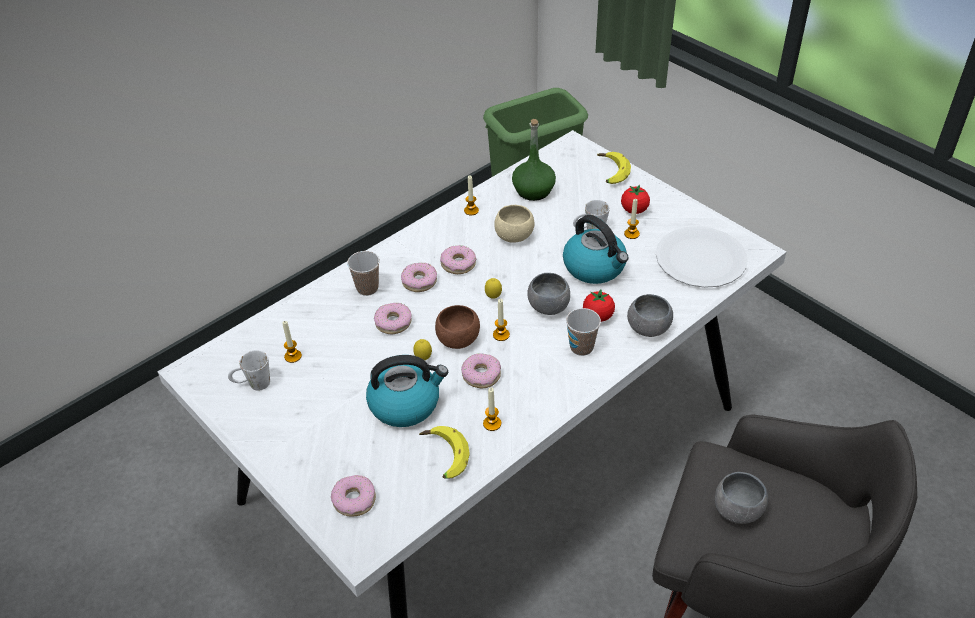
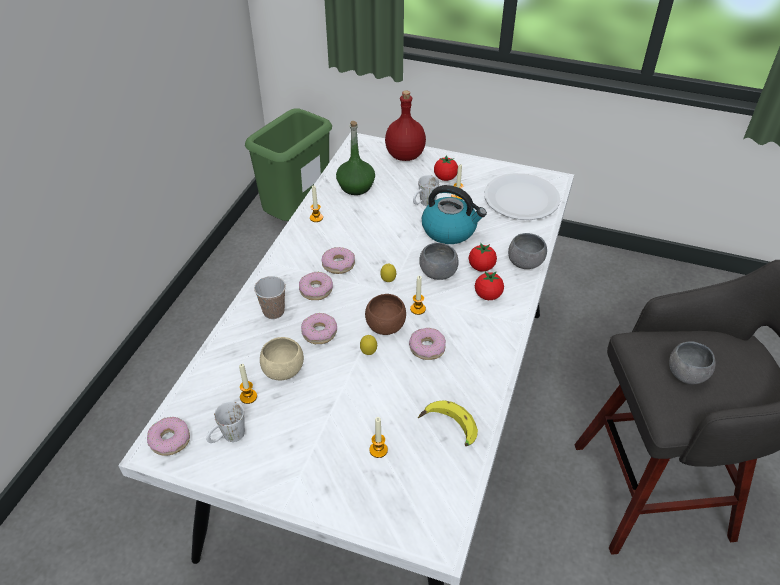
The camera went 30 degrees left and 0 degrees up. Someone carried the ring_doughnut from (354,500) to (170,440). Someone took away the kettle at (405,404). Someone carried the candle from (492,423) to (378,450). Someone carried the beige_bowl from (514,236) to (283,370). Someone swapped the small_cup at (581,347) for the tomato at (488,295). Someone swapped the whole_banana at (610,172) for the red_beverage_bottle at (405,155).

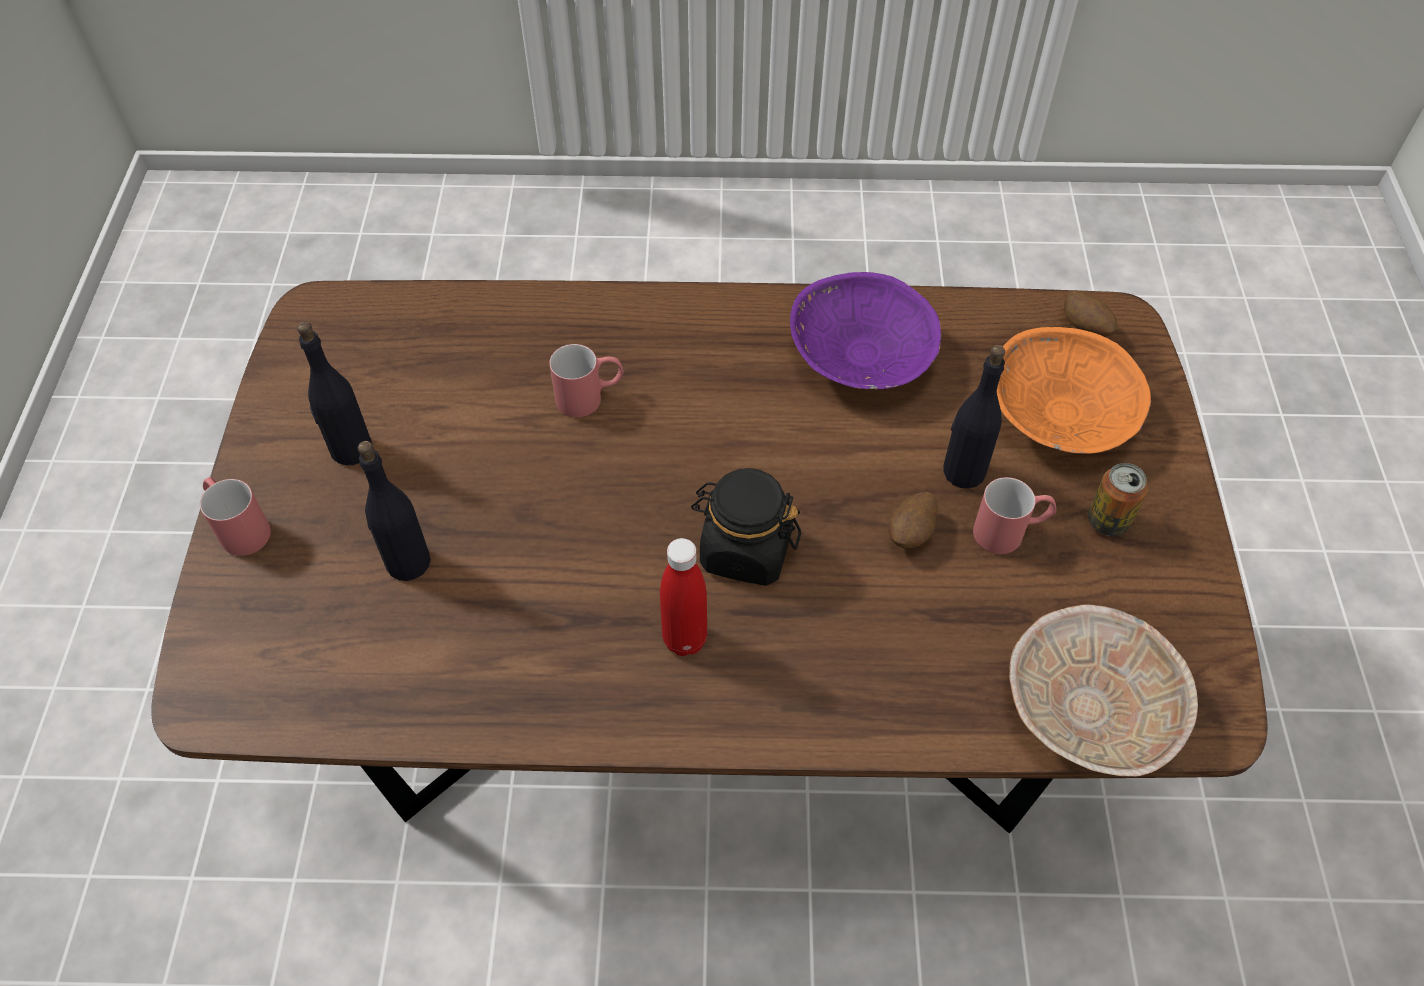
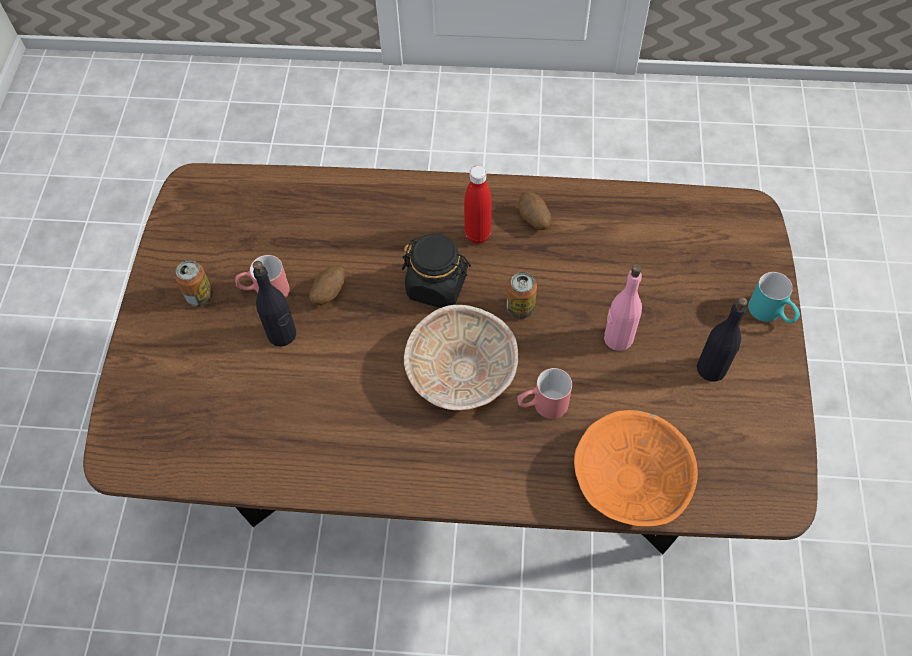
The camera went 175 degrees left and 5 degrees up. Someone repainted the red_mug at (239,527), which became the turquoise_mug at (771,314). Someone took away the black-coloured_beverage_bottle at (407,562). Someone took away the purple_bowl at (861,358). Someone carried the orangey_bowl from (1060,416) to (630,477). Someone carried the beige_bowl from (1089,707) to (461,372). Someone carried the whole_potato from (1085,328) to (533,219). Someone put down the metal_can at (520,308). Someone put down the pink-coloured_beverage_bottle at (617,338).

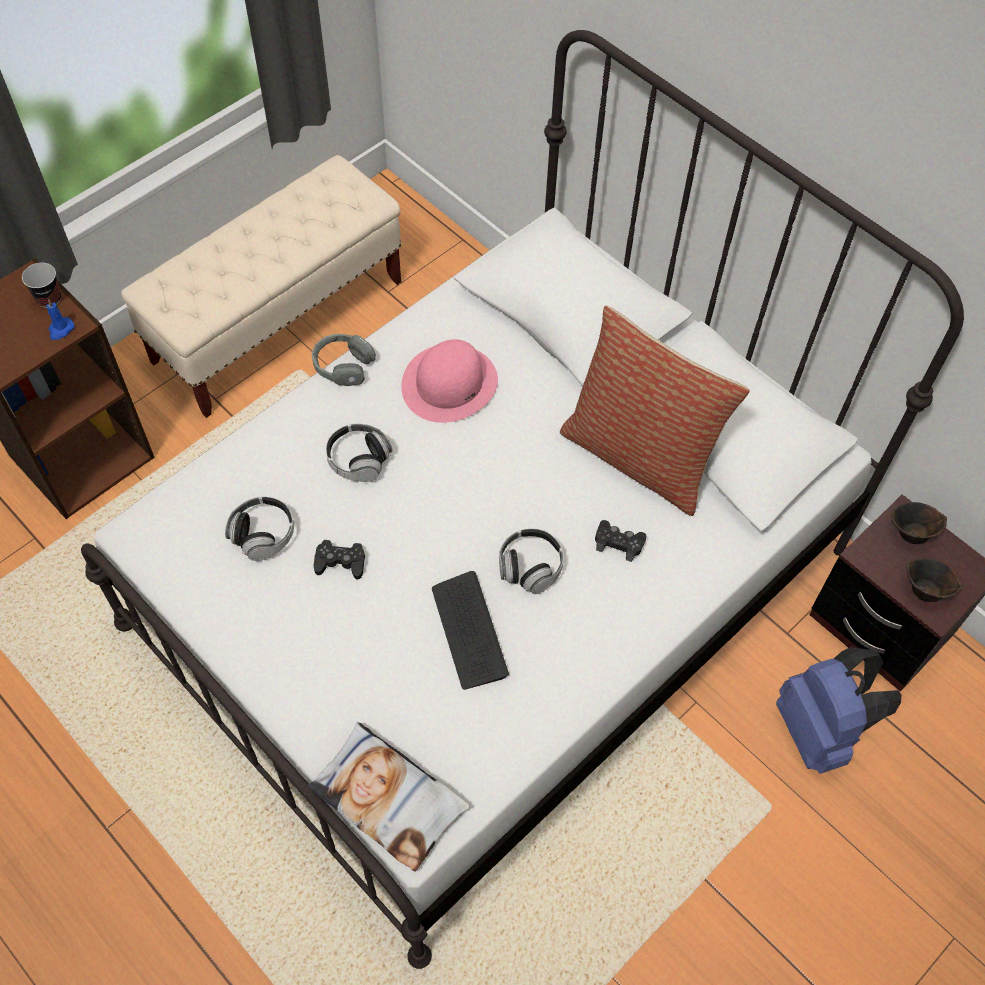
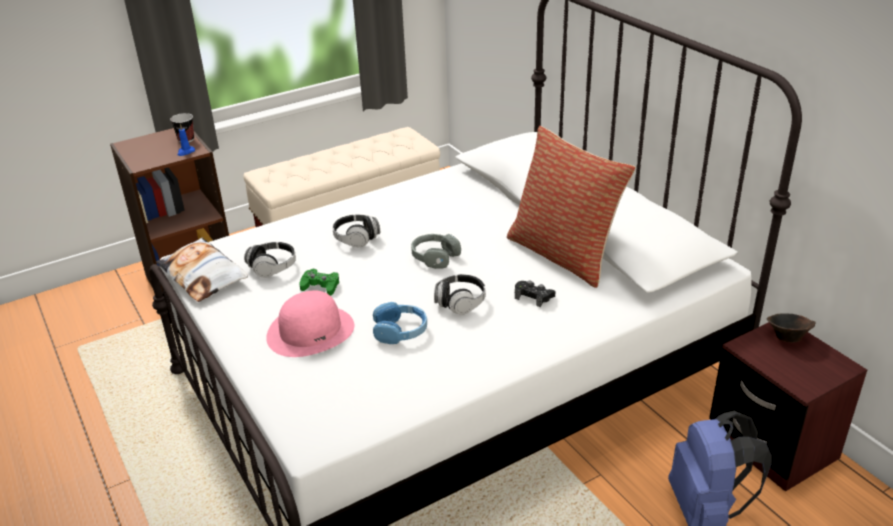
The camera went 15 degrees right and 25 degrees down. Someone carried the cushion from (389,798) to (203,275). Someone carried the gray_pair_of_headphones from (343,366) to (434,257). Someone repainted the black-coloured_joypad at (340,562), which became the green_joypad at (320,286). Someone carried the pink-coloured_hat from (449,383) to (311,331). Someone swapped the computer_keyboard at (469,631) for the blue-coloured_pair_of_headphones at (400,331). Someone took away the brown_bowl at (925,589).

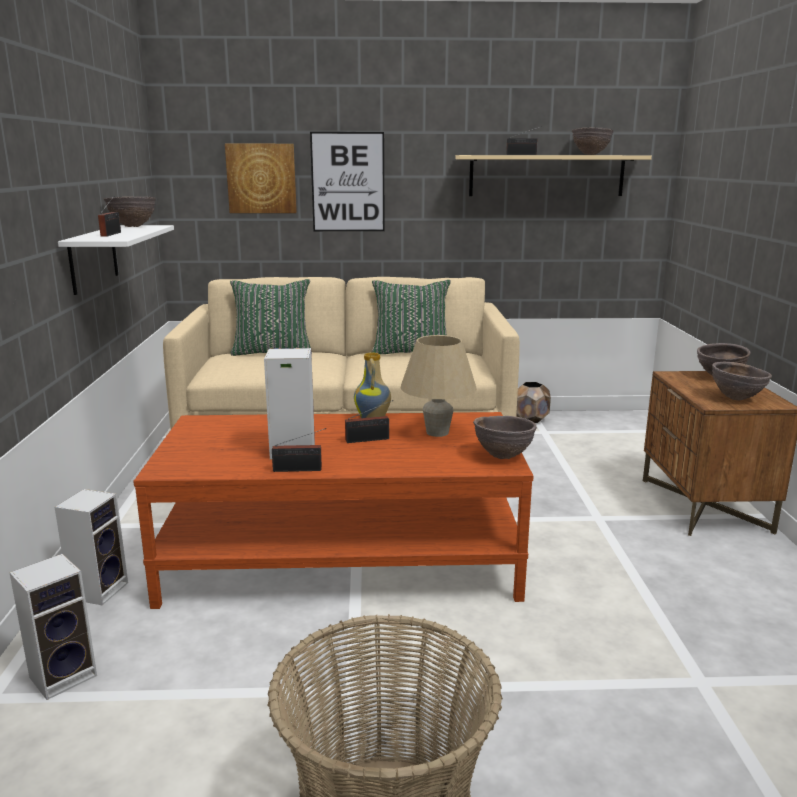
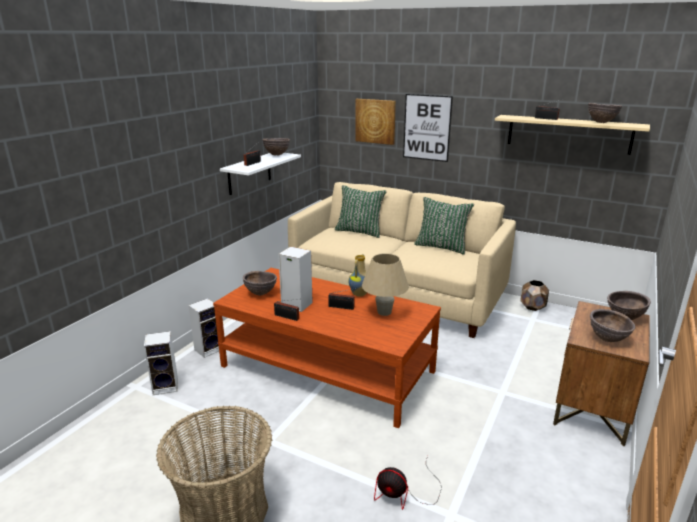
The camera went 30 degrees right and 5 degrees up. Someone carried the brown_bowl from (503,456) to (260,294). Someone put down the fan at (405,493).

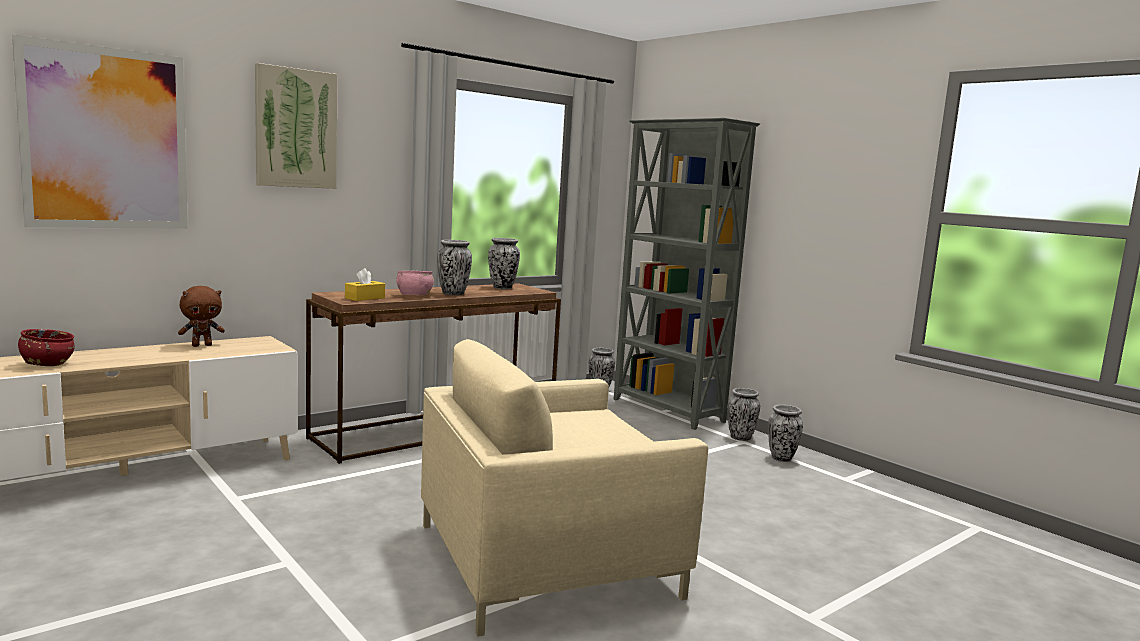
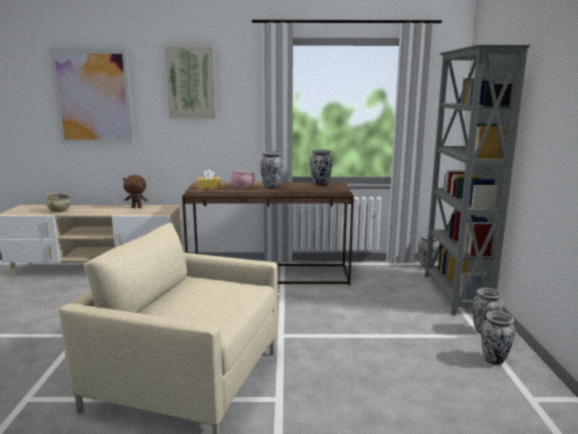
The camera went 40 degrees right and 5 degrees up. Someone repainted the red_bowl at (47,364), which became the beige_bowl at (59,210).

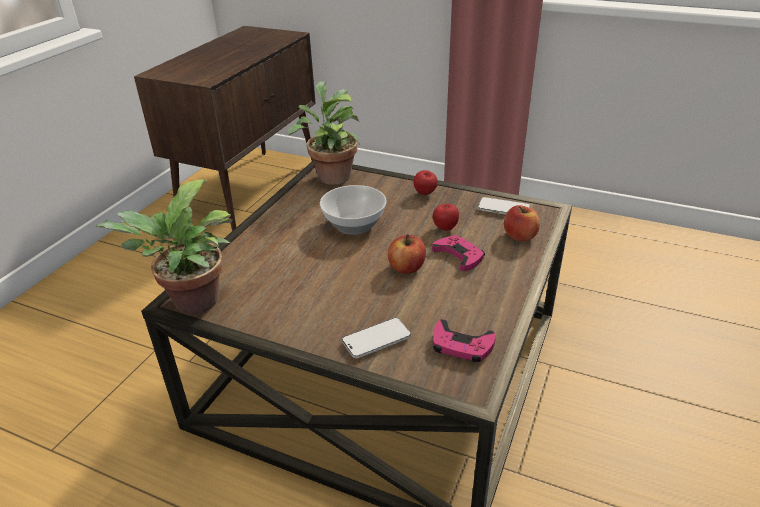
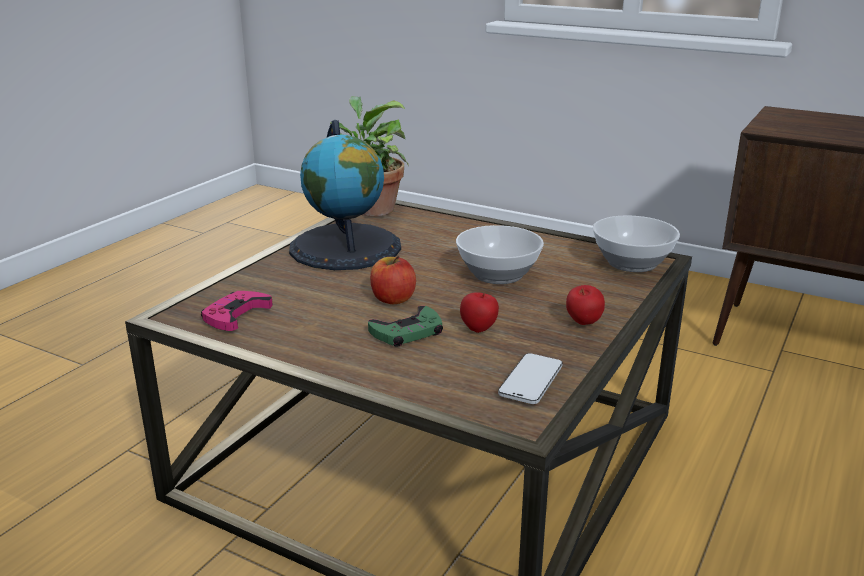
The camera went 95 degrees right and 10 degrees down. Someone swapped the plant_in_a_pot at (331,175) for the bowl at (633,263). Someone took away the handset at (376,339). Someone repainted the pink-coloured_joypad at (459,256), which became the green_joypad at (408,332). Someone took away the apple at (520,236). Someone put down the globe at (346,247).

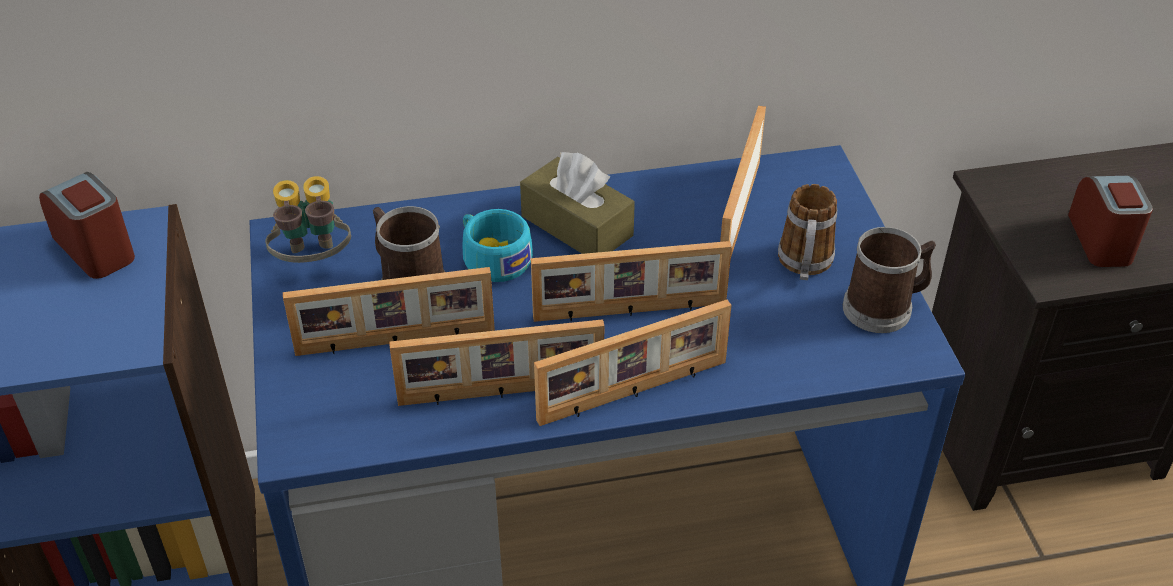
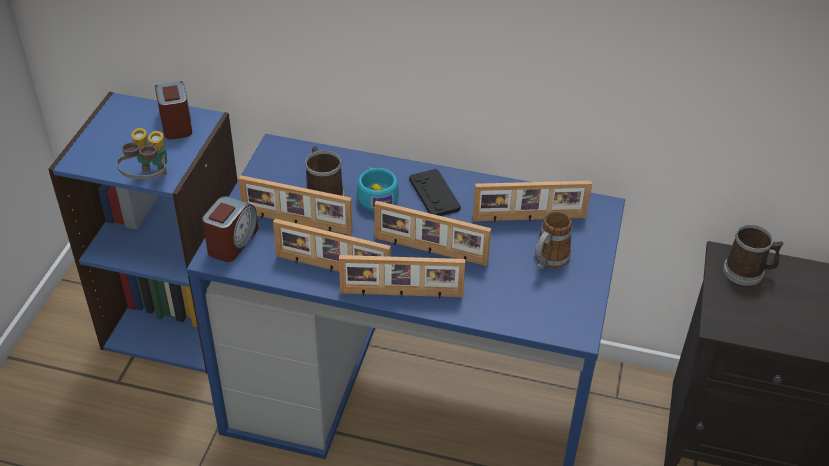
The camera went 25 degrees right and 0 degrees up. Someone carried the field_glasses from (313,262) to (149,180). Someone swapped the brown_box_of_tissues at (577,226) for the black-coloured_joypad at (434,194). Someone rotated the picture_frame at (736,216) by 135 degrees counterclockwise. Someone carried the mug from (884,307) to (748,272). Someone carried the bedside_clock from (1101,240) to (232,242).

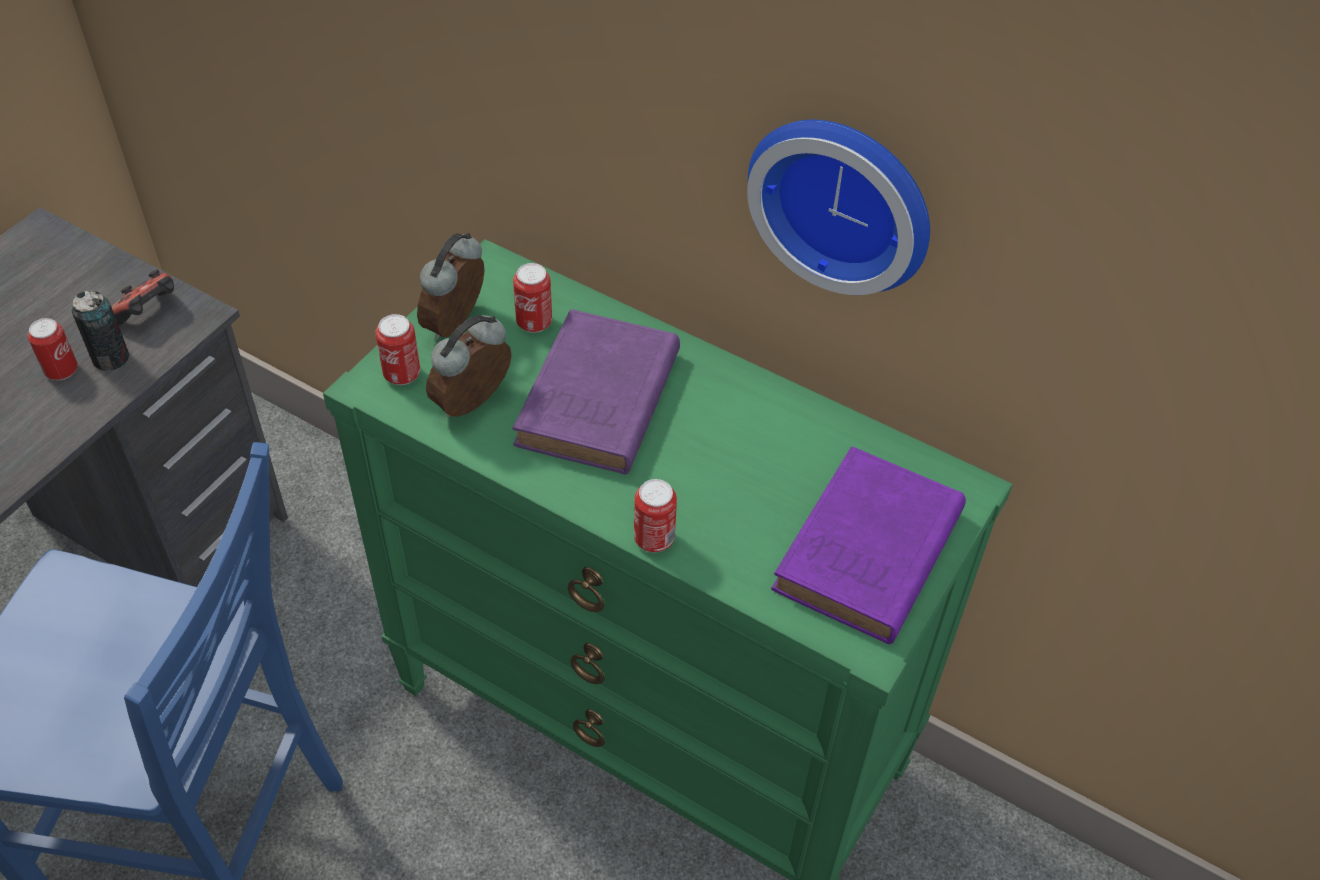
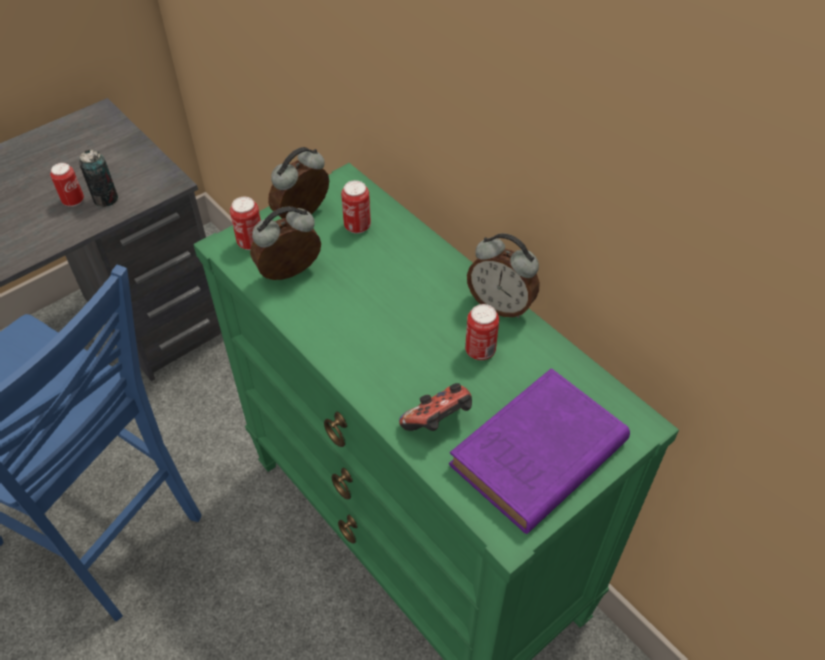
The camera went 20 degrees right and 0 degrees up. Someone carried the joypad from (149,313) to (438,422). Someone took away the purple_bound_book at (596,403). Someone carried the metal_can from (654,539) to (480,351). Someone took away the clock_on_the_wall at (845,198). Someone put down the bedside_clock at (501,305).

